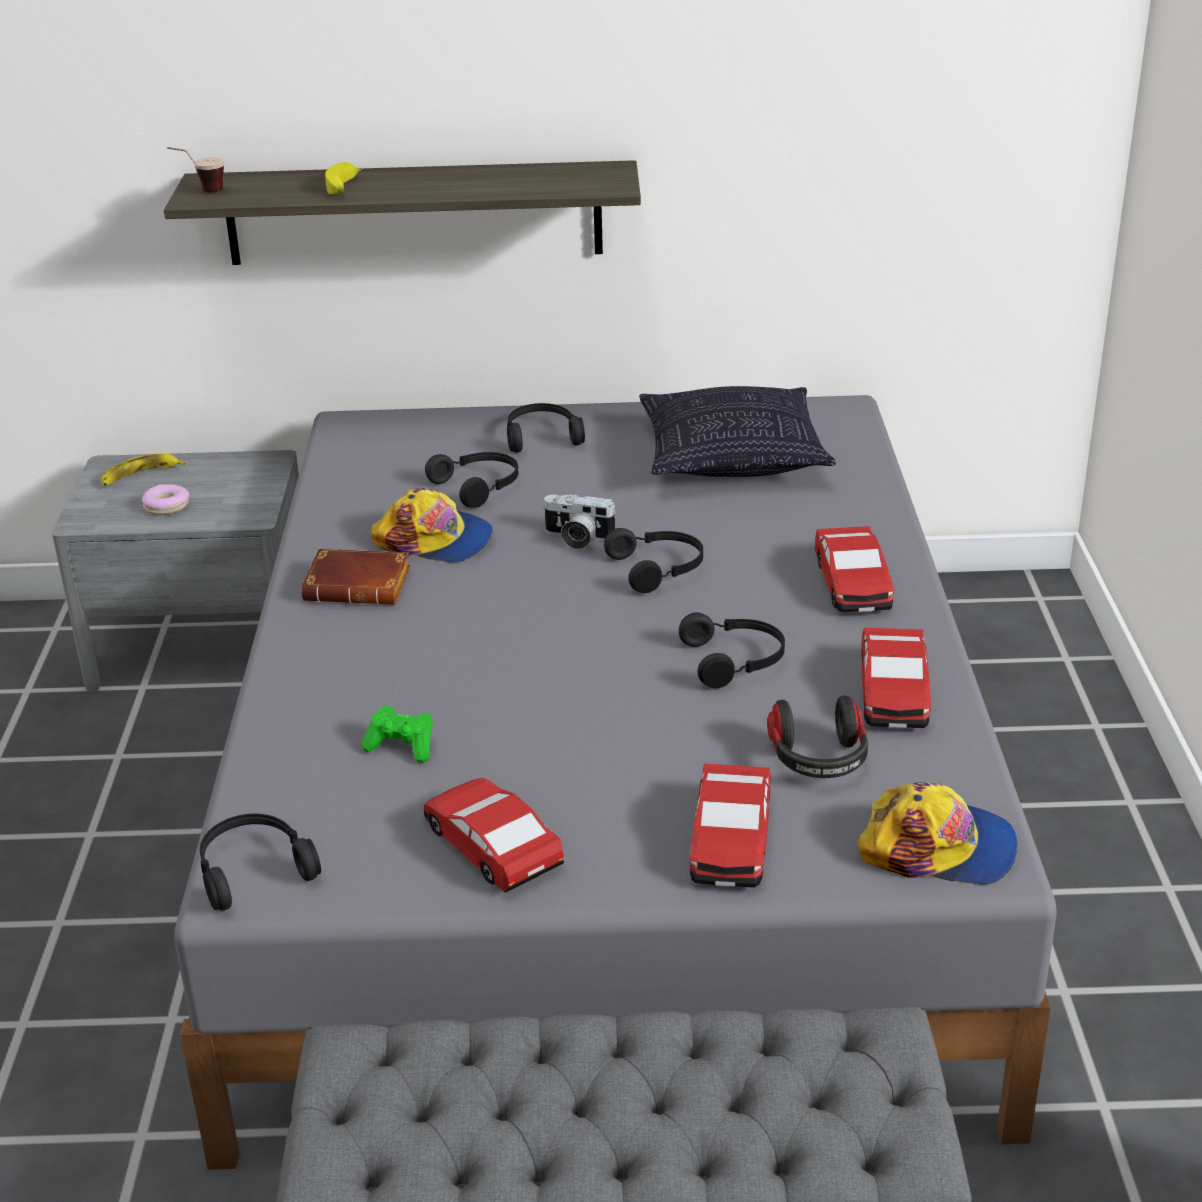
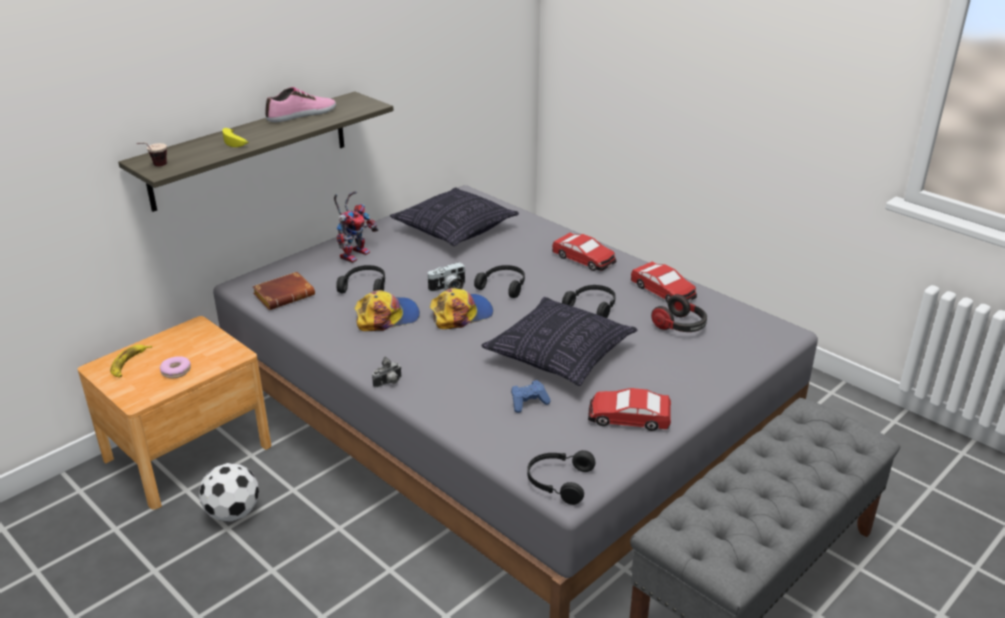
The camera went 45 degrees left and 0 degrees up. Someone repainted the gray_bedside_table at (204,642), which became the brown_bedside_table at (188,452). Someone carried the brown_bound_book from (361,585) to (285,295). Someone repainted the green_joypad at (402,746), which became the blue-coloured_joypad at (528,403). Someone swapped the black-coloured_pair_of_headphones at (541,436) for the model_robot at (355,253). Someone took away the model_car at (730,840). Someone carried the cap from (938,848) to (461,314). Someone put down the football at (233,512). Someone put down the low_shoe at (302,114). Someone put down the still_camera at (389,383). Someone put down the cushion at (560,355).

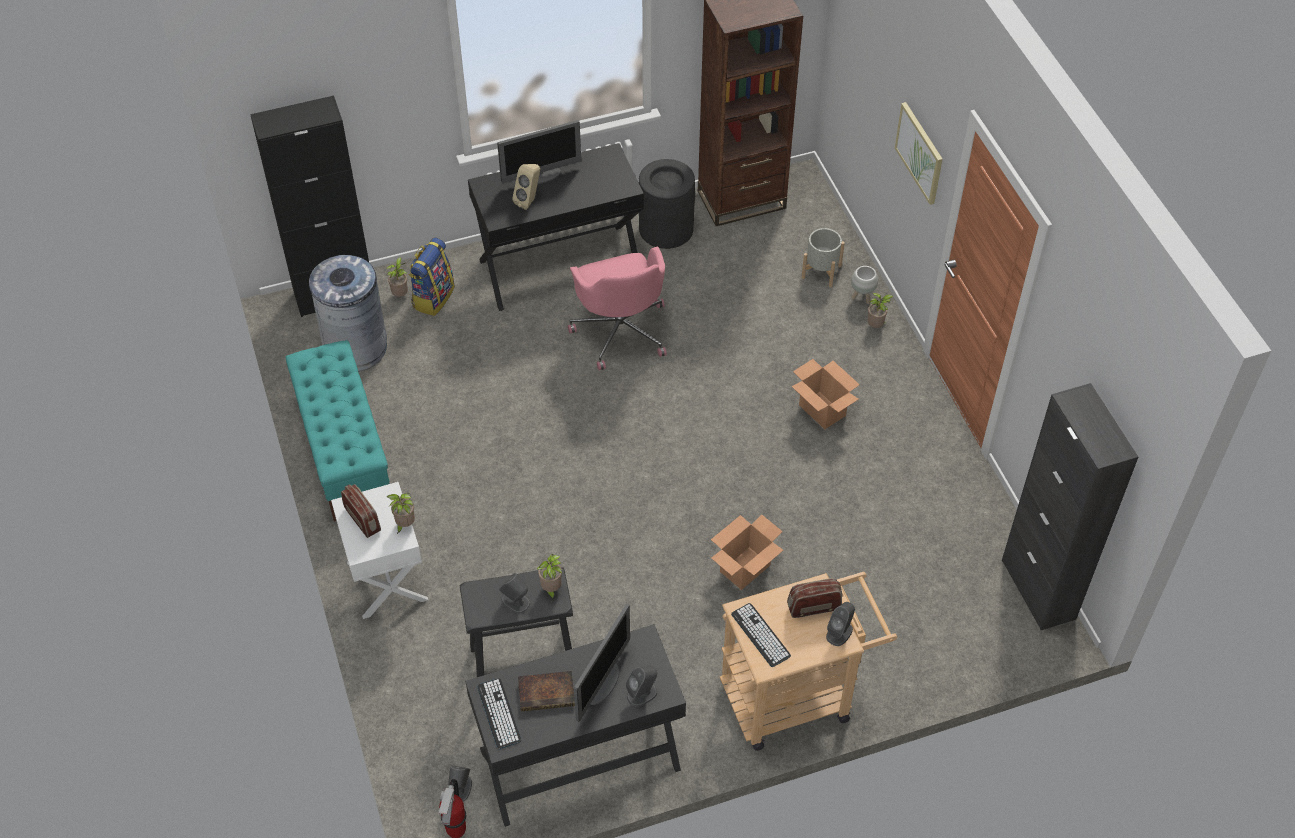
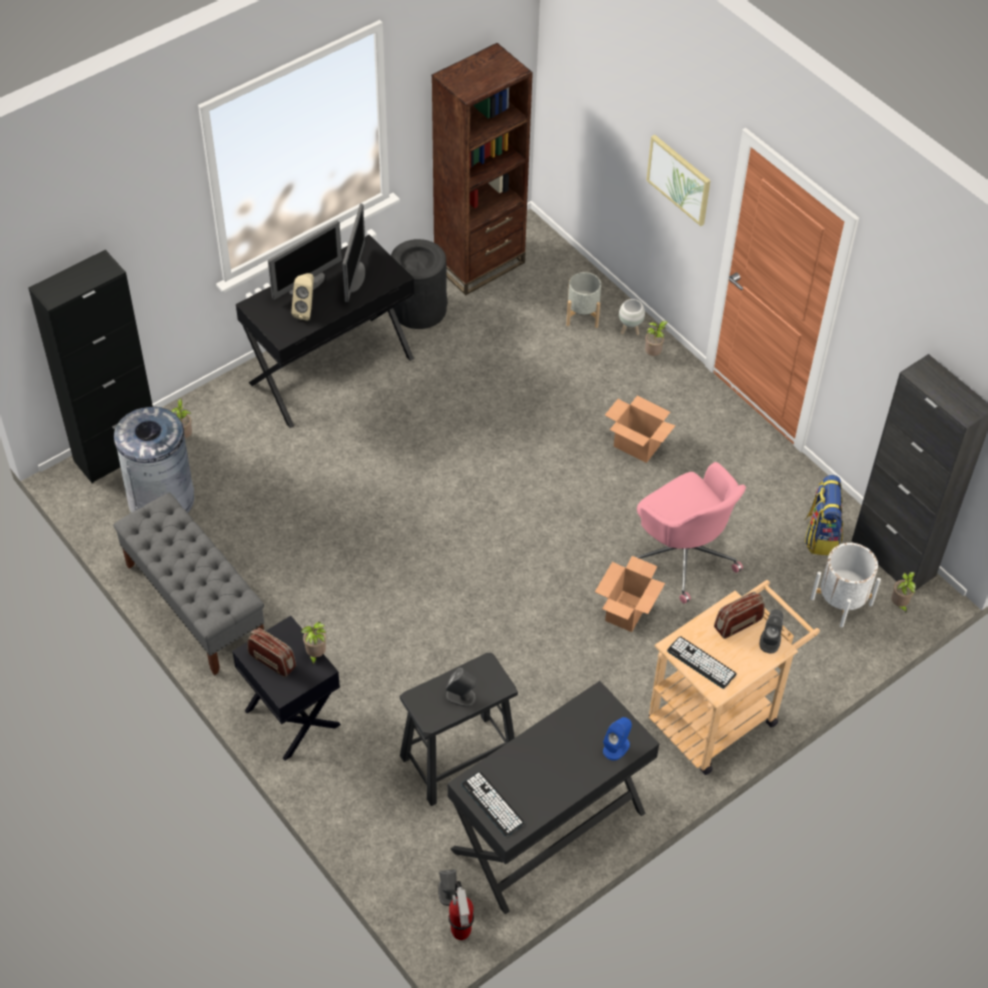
The camera went 20 degrees left and 0 degrees up. Someone repainted the turquoise_long_seat at (344,450), which became the gray_long_seat at (194,604). Someone repainted the white_bedside_table at (386,581), which became the black-coloured_bedside_table at (291,718). Someone carried the knapsack from (433,297) to (821,535). Someone took away the bound_book at (548,692). Someone carried the plant_in_a_pot from (551,589) to (899,605). Someone carried the pink-coloured_office_chair from (621,330) to (683,554). Someone carried the computer_display from (603,683) to (354,277). Someone repainted the gray_speaker at (642,694), which became the blue-coloured_speaker at (616,747). Someone put down the white_flower_pot at (841,601).

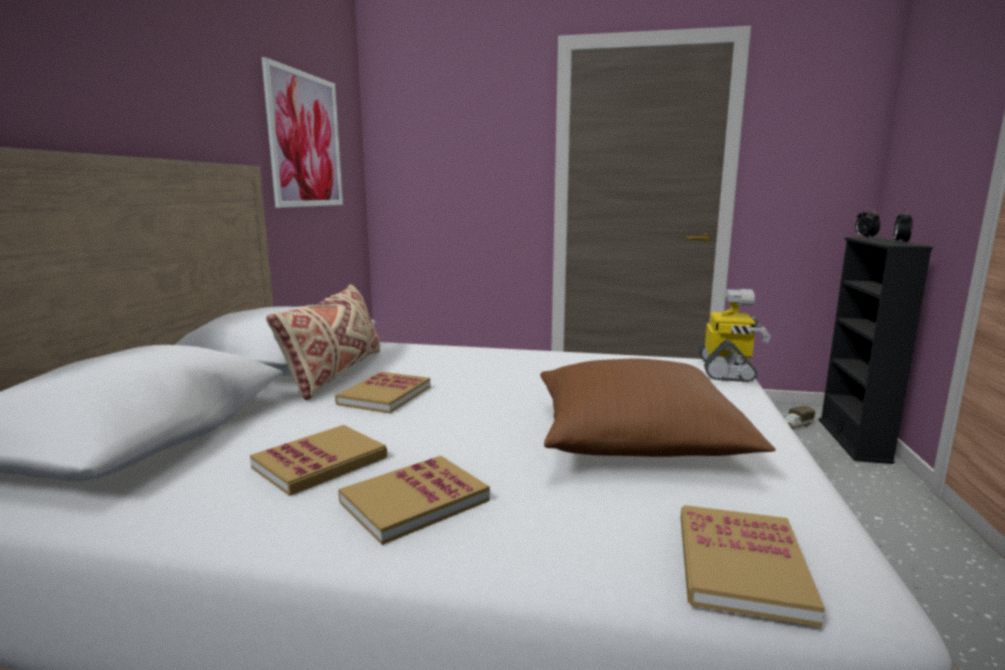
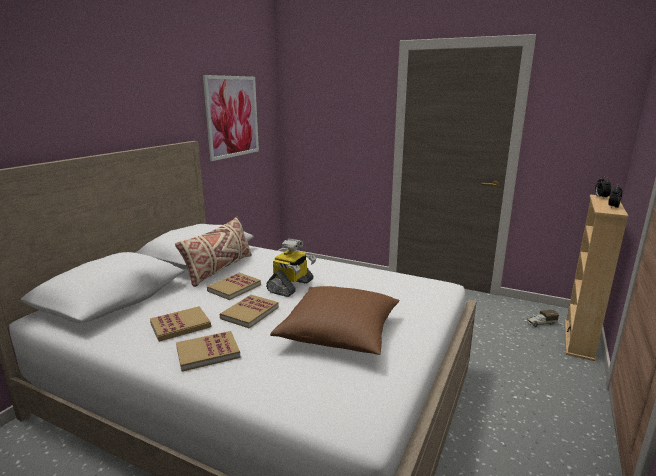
The camera went 15 degrees right and 5 degrees up. Someone carried the bound_book from (741,566) to (250,313). Someone carried the model_robot from (727,370) to (291,286). Someone repainted the black-coloured_shelving_unit at (853,440), which became the beige_shelving_unit at (578,339).

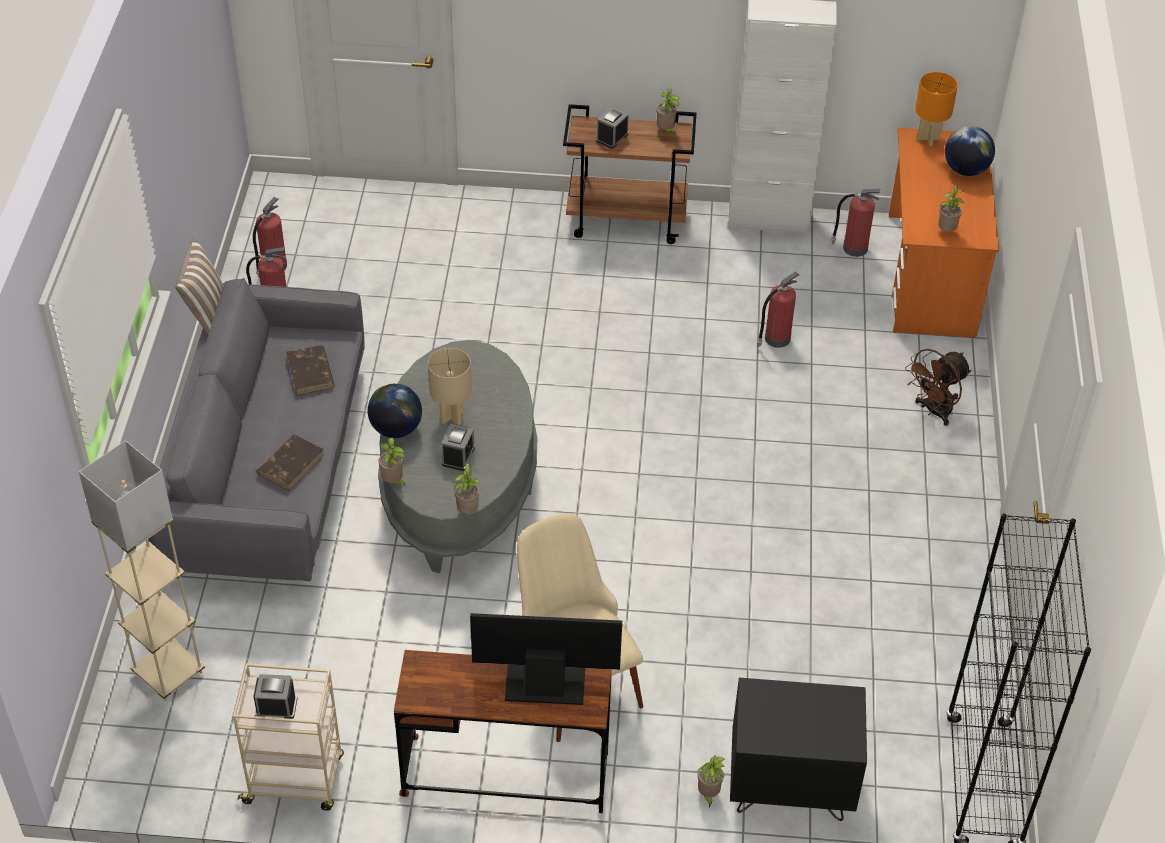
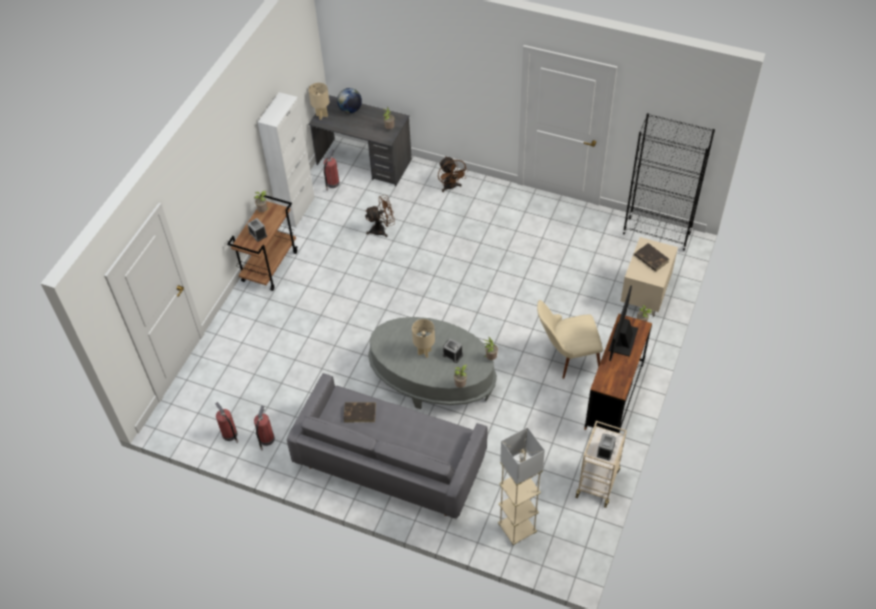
The camera went 70 degrees left and 5 degrees up. Someone took away the cushion at (204,311). Someone carried the brown_bound_book from (291,464) to (651,258). Someone took away the globe at (396,429). Someone repainted the black-coloured_bedside_table at (789,788), which became the beige_bedside_table at (644,296). Someone swapped the extinguisher at (776,339) for the brown_fan at (382,230). Someone repainted the orangey_desk_unit at (930,275), which became the gray_desk_unit at (364,162). Someone repainted the orangey_table_lamp at (928,138), which became the beige_table_lamp at (321,116).

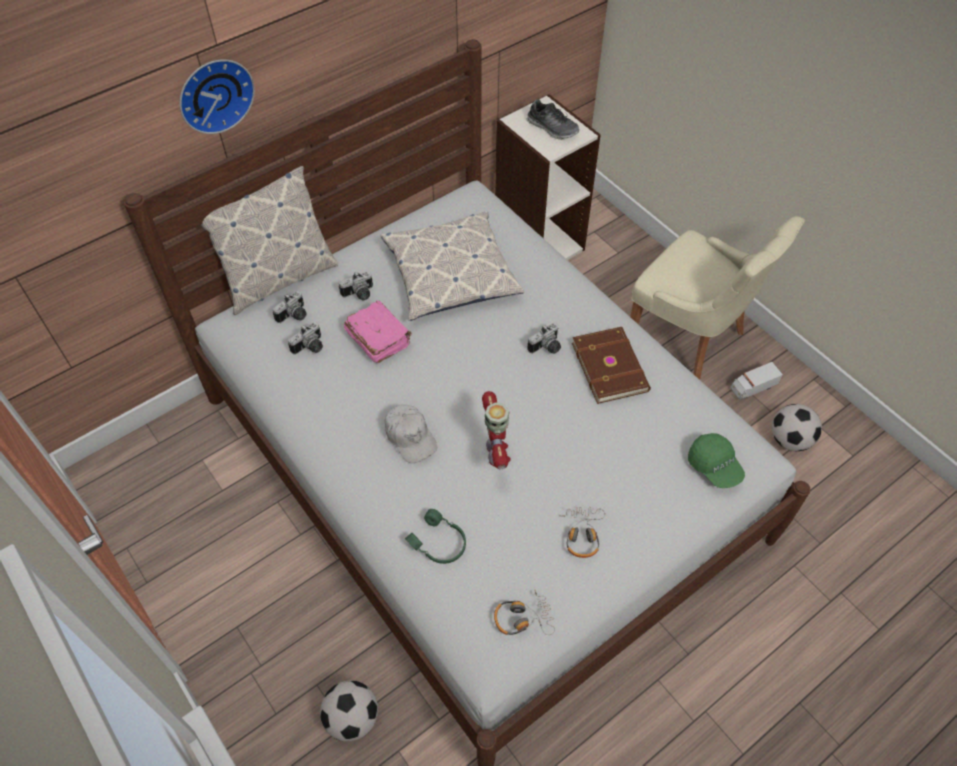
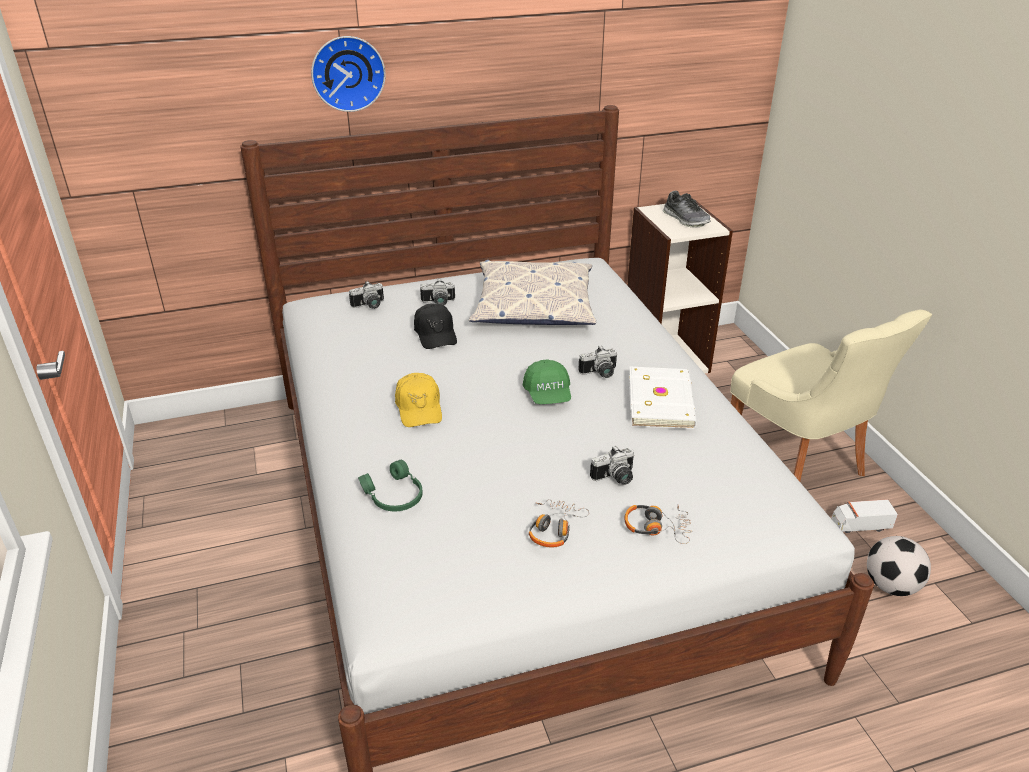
The camera went 20 degrees right and 20 degrees down. Someone took away the cushion at (278,278). Someone carried the still_camera from (310,347) to (615,478). Someone took away the football at (352,718). Someone swapped the pink-coloured_bound_book at (378,338) for the black-coloured_cap at (435,334). Someone repainted the white_cap at (410,437), which became the yellowish_cap at (419,408). Someone took away the model_robot at (496,454). Someone carried the pair_of_headphones from (523,618) to (657,527). Someone repainted the brown_bound_book at (611,366), which became the white_bound_book at (662,401). Someone carried the green_cap from (714,466) to (548,395).

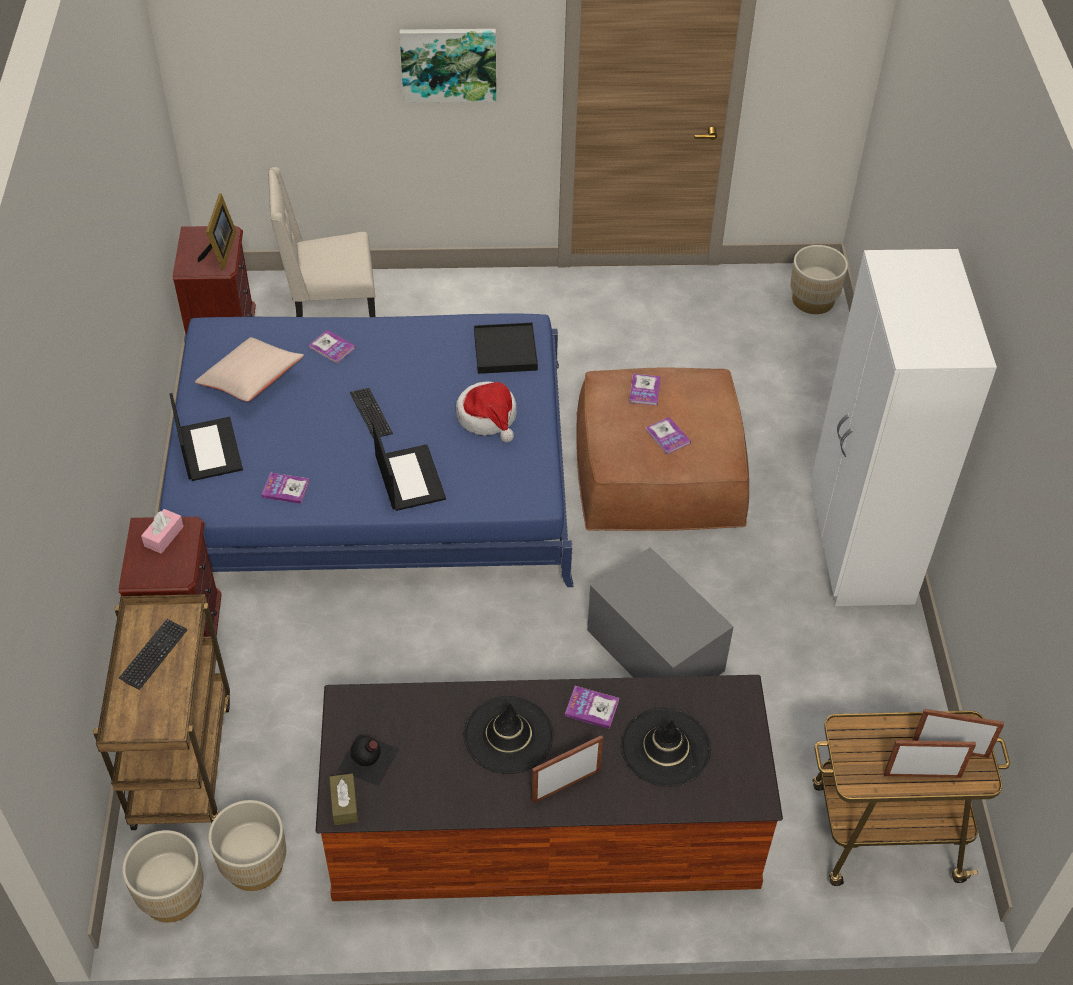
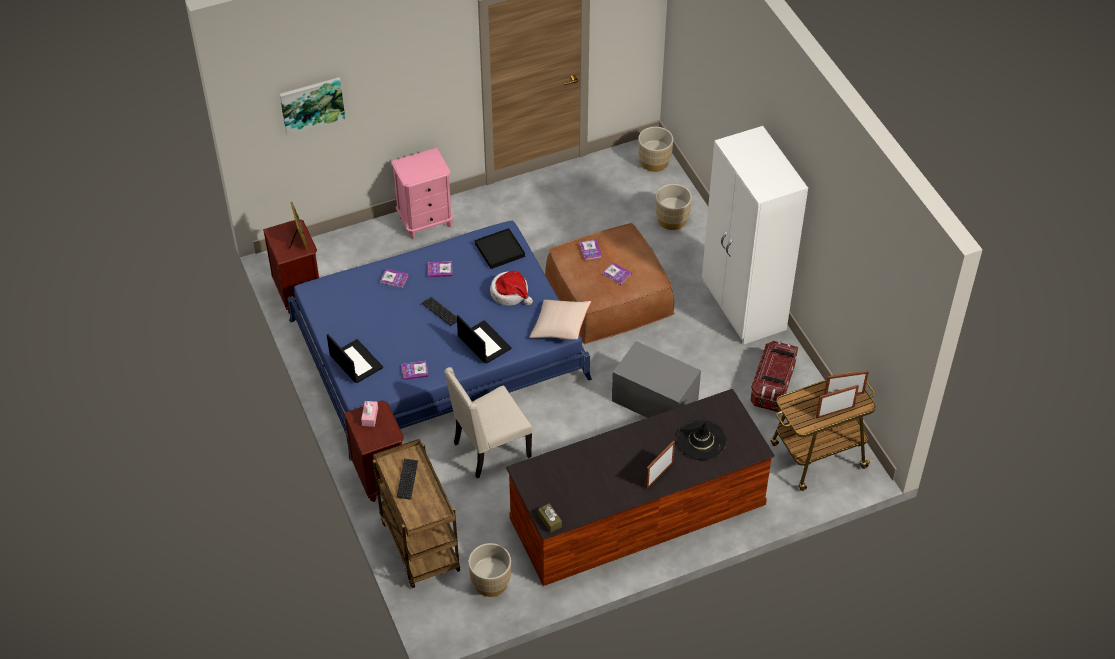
The camera went 20 degrees left and 0 degrees up. Someone carried the beige_flower_pot from (172,895) to (672,220). Someone carried the beige_cushion from (251,380) to (560,326). Someone carried the beige_upright_chair from (331,316) to (490,450). Someone took away the black-coloured_beverage_bottle at (369,760). Someone carried the wall_picture from (448,63) to (312,105). Someone took away the black-coloured_hat at (508,735). Someone carried the bound_book from (591,708) to (440,270). Someone put down the pink-coloured_bedside_table at (426,221). Someone put down the storage_bin at (772,386).

